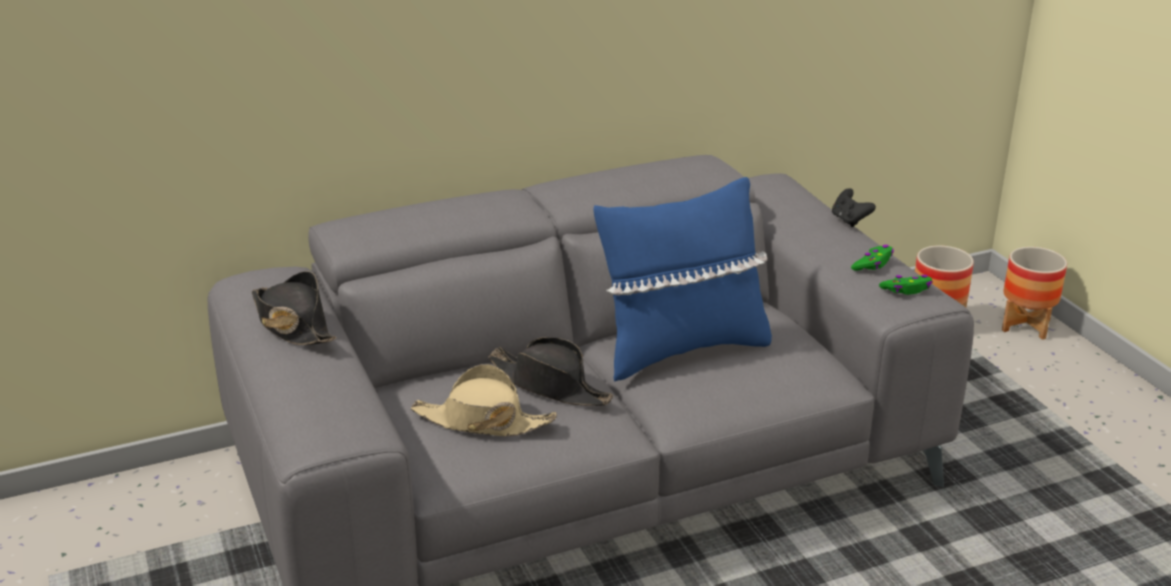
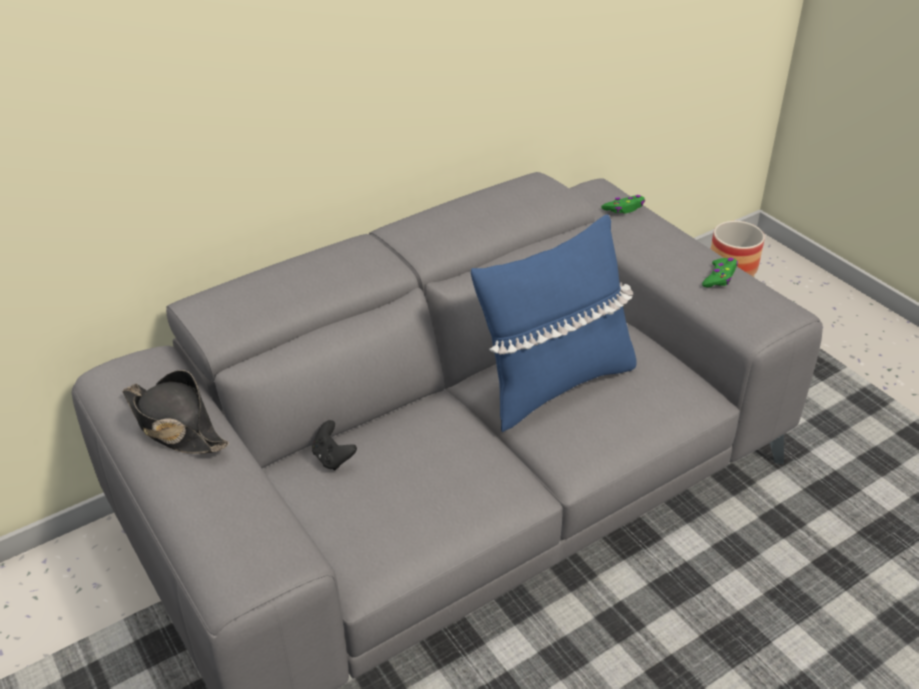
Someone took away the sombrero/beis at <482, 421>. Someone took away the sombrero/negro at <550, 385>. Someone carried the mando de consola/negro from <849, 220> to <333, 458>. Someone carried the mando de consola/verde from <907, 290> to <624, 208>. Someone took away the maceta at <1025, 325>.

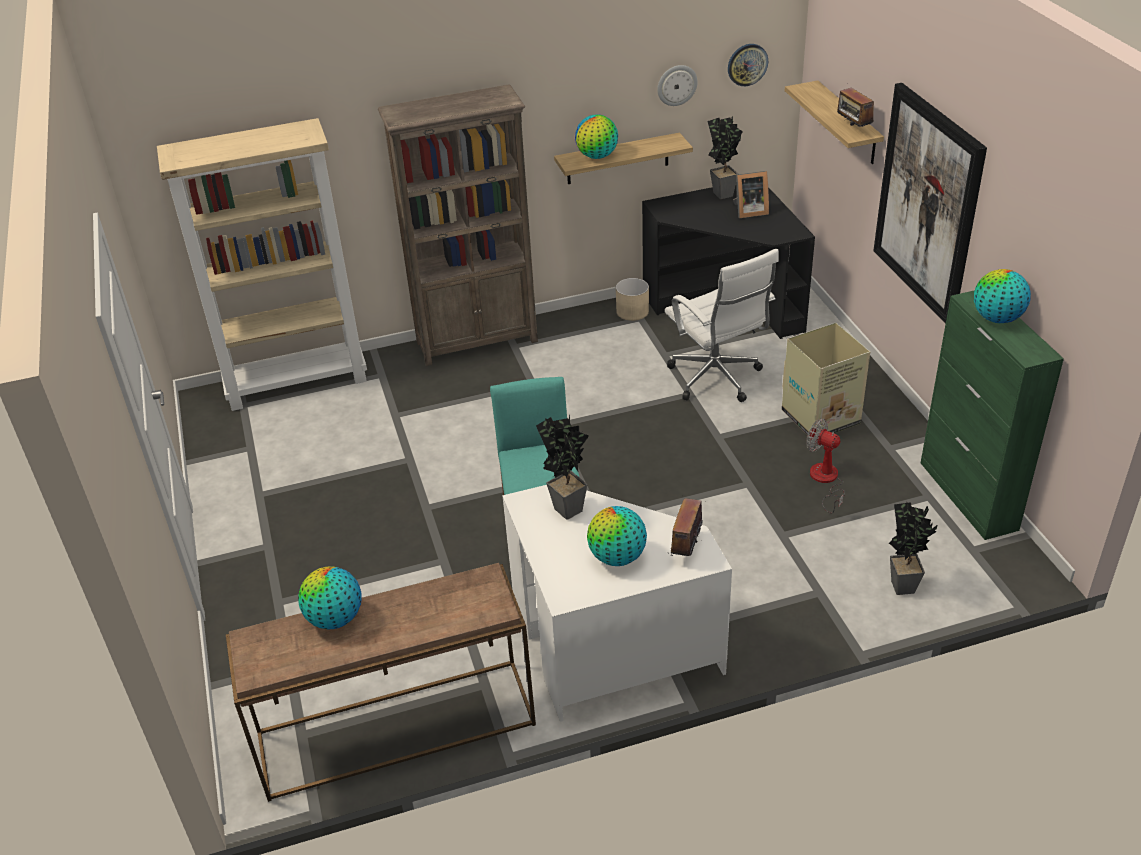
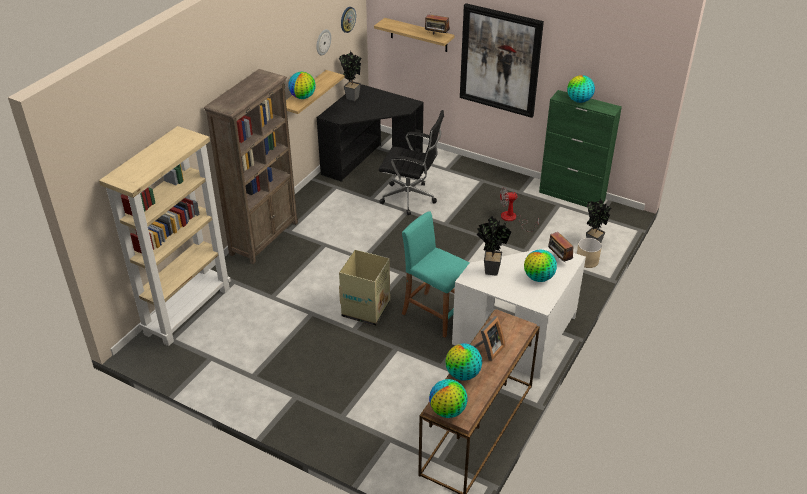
Someone carried the maceta/beis from <632, 312> to <587, 261>. Someone repainted the silla de oficina/blanco at <717, 380>, which became the silla de oficina/negro at <411, 198>. Someone carried the portarretratos from <749, 211> to <488, 350>. Someone carried the caja de cartón from <822, 417> to <366, 309>. Someone put down the globo terráqueo at <447, 411>.

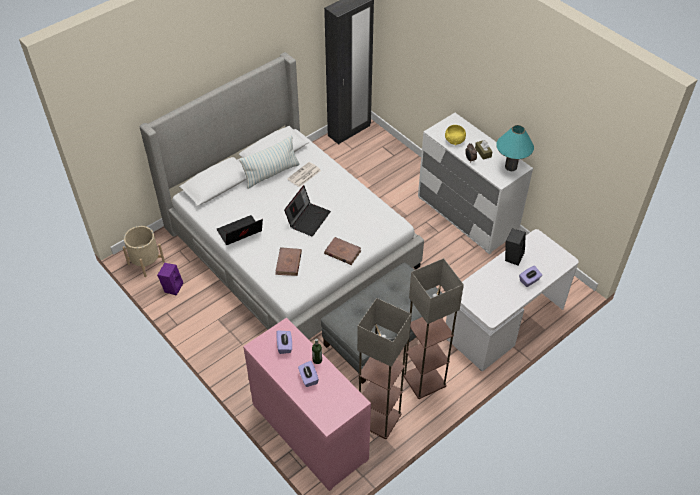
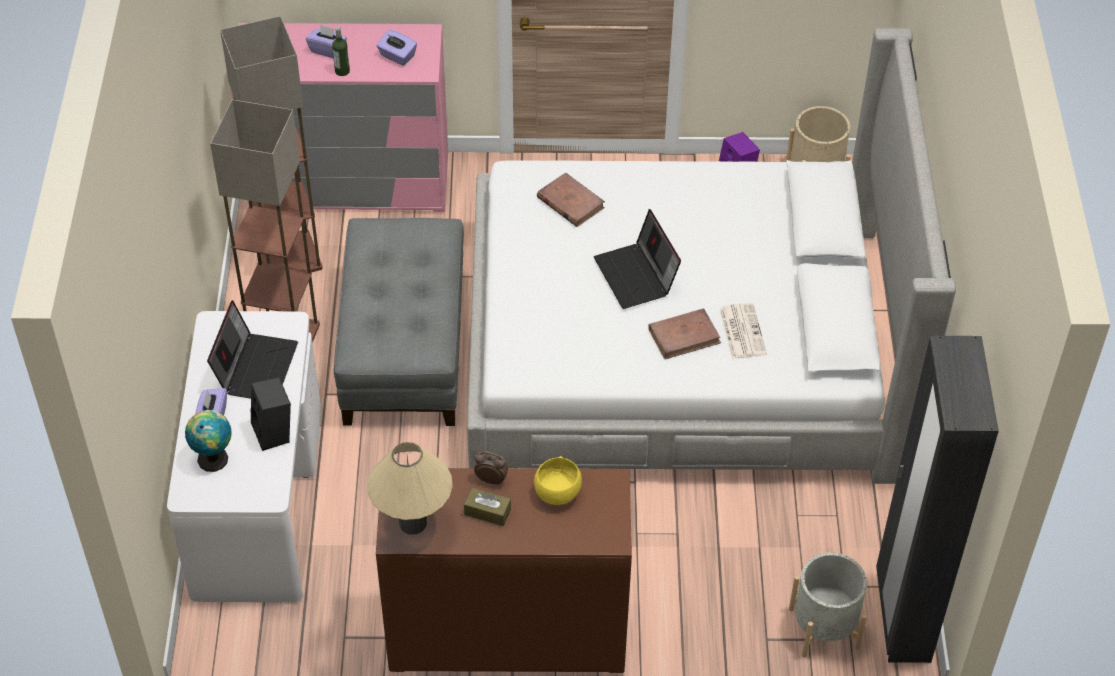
Someone carried the portátil from <240, 233> to <255, 367>. Someone took away the cojín at <271, 174>. Someone carried the libro/marrón from <342, 252> to <684, 336>. Someone repainted the cómoda/blanco at <467, 215>, which became the cómoda/marrón at <507, 632>. Someone repainted the lámpara de mesa/turquesa at <511, 167>, which became the lámpara de mesa/beis at <413, 523>. Someone put down the globo terráqueo at <213, 457>. Someone put down the maceta/gris at <823, 628>.

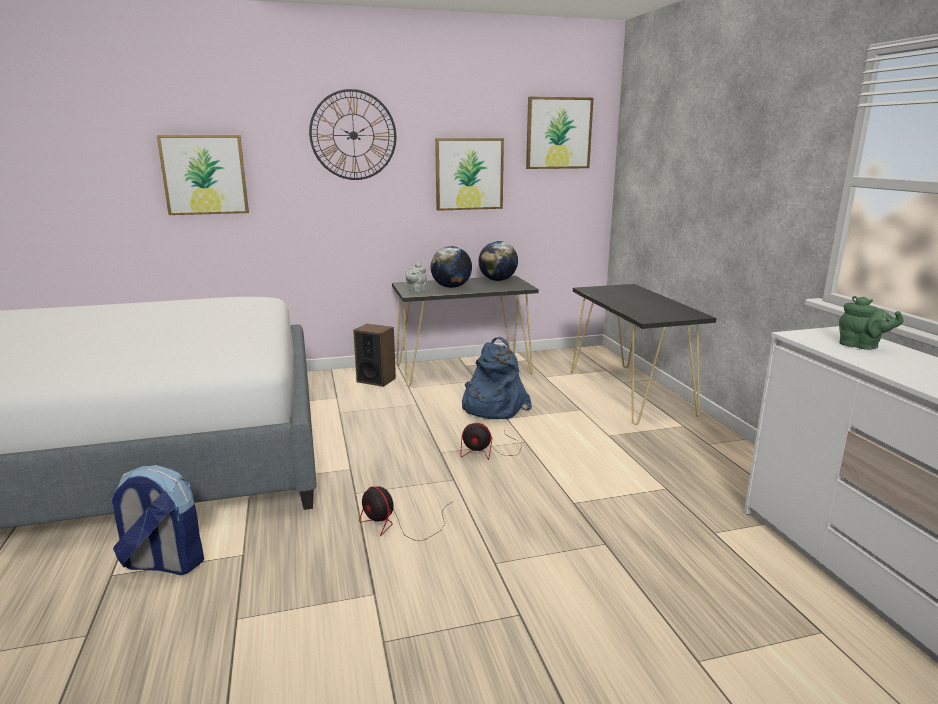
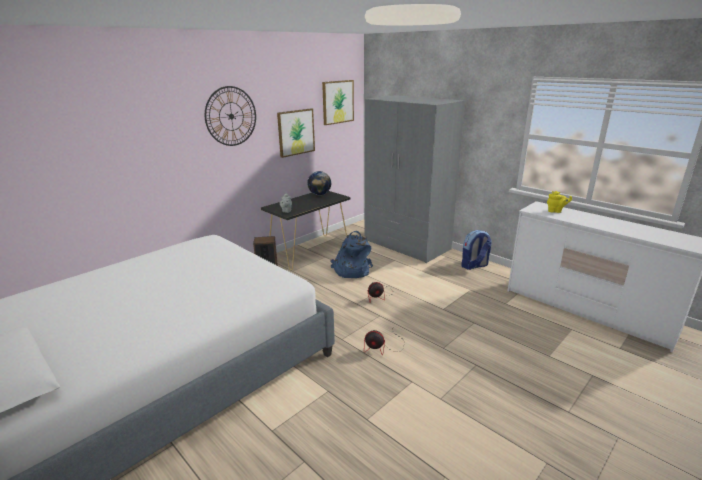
Someone carried the mochila from <163, 563> to <474, 266>. Someone took away the cuadro at <204, 175>. Someone took away the globo terráqueo at <451, 287>. Someone swapped the mesa consola/negro at <630, 393> for the armario ropero/gris at <406, 245>. Someone repainted the tetera/verde at <861, 346>, which became the tetera/amarillo at <556, 211>.

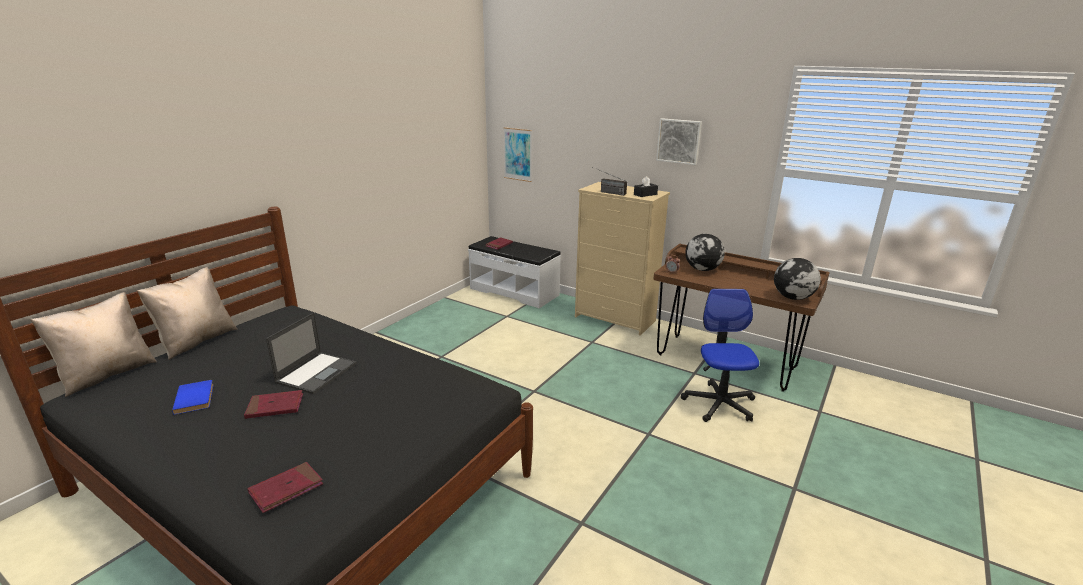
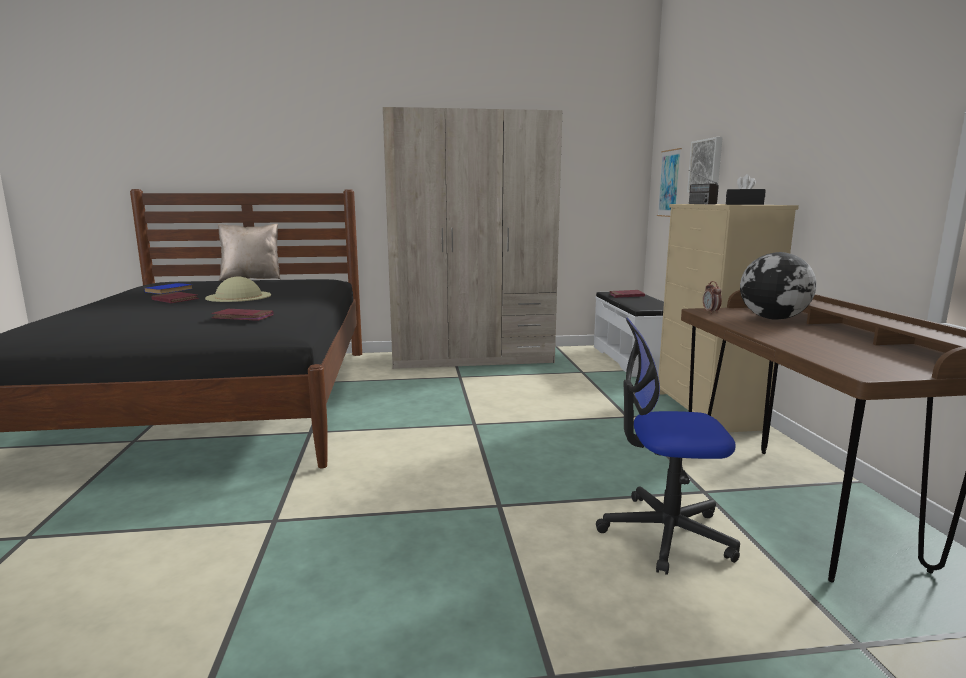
Someone took away the cojín/beis at <107, 374>. Someone carried the libro/rojo from <286, 489> to <243, 317>. Someone swapped the portátil at <317, 372> for the sombrero/beis at <238, 296>. Someone carried the cuadro from <679, 141> to <706, 166>. Someone rotated the silla de oficina at <719, 404> by 135 degrees counterclockwise. Someone took away the globo terráqueo at <792, 298>. Someone put down the armario ropero/beis at <472, 358>.

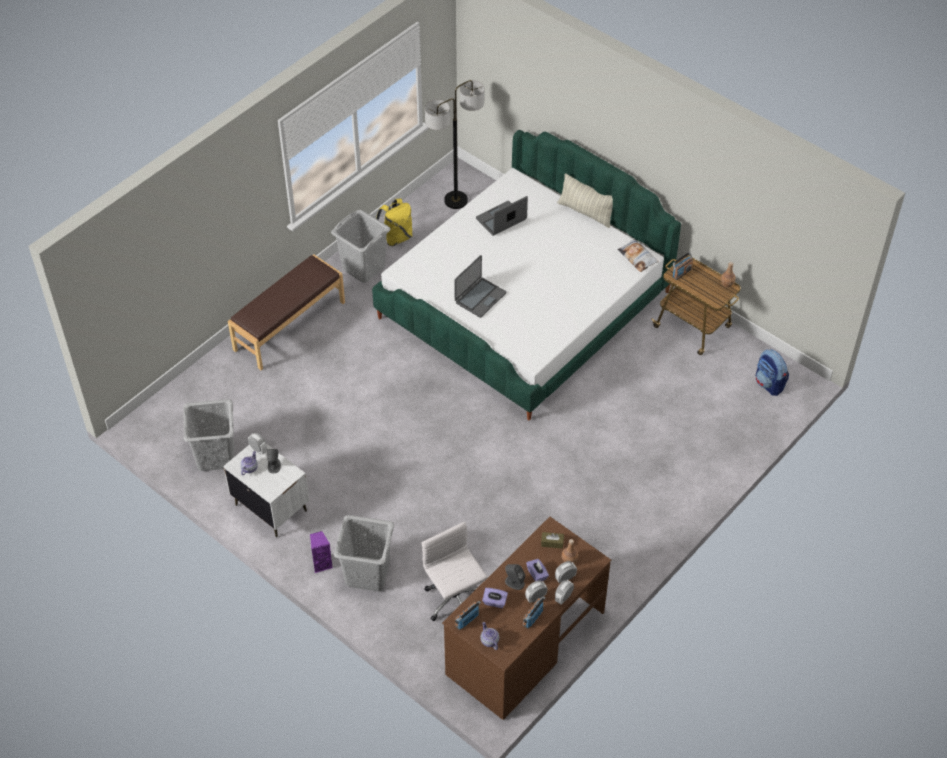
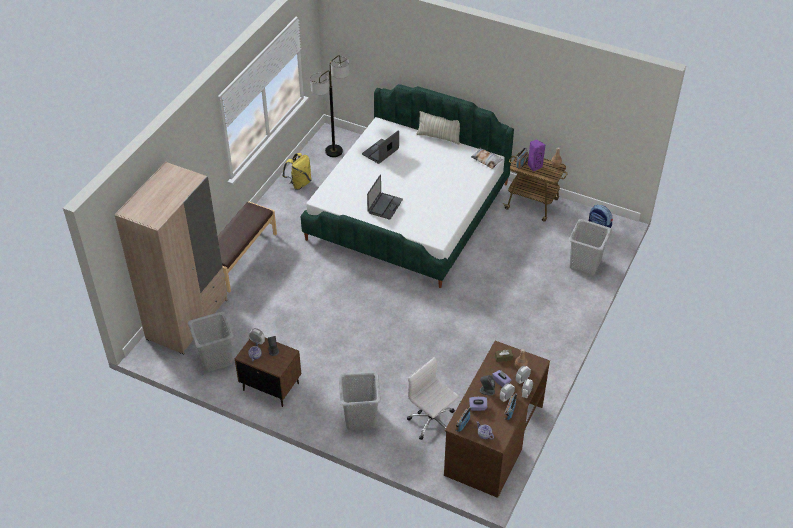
Someone repainted the mesita de noche/blanco at <271, 507>, which became the mesita de noche/marrón at <271, 386>. Someone carried the altavoz/morado from <322, 563> to <534, 166>. Someone carried the cesto de la ropa/gris from <363, 267> to <585, 264>. Someone put down the armario ropero/beis at <187, 319>.

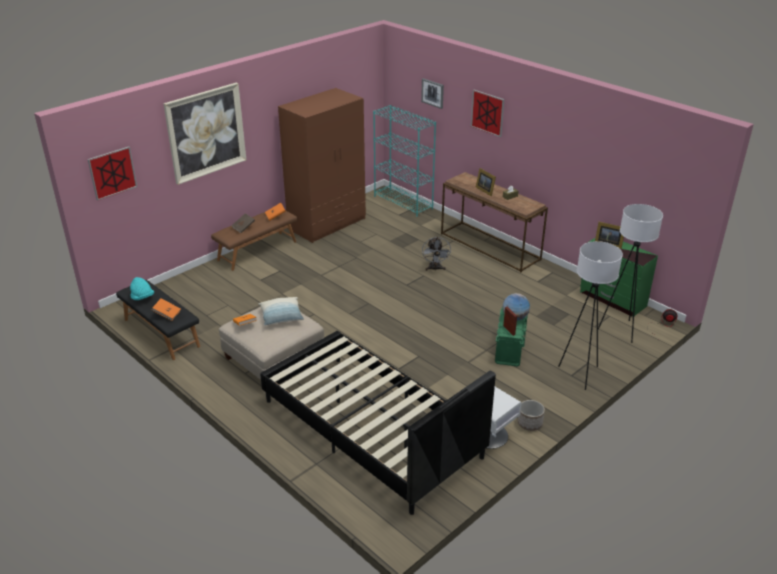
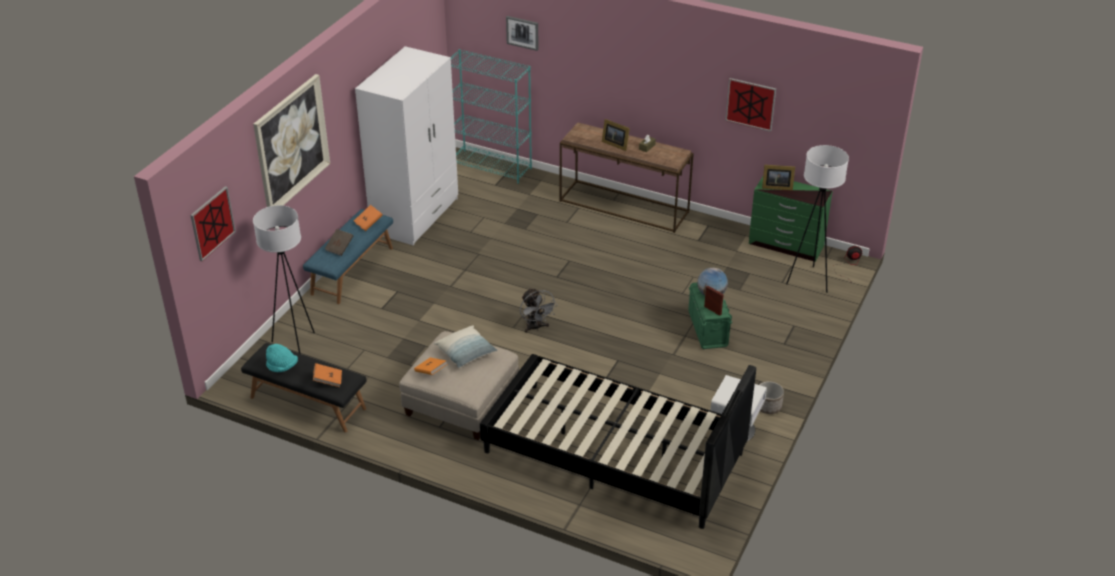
Someone repainted the banco/marrón at <257, 250>, which became the banco/azul at <352, 270>. Someone repainted the armario ropero/marrón at <327, 224>, which became the armario ropero/blanco at <416, 215>. Someone carried the ventilador/gris from <435, 269> to <536, 327>. Someone carried the cuadro from <487, 113> to <750, 104>. Someone carried the lámpara de pie/blanco from <580, 374> to <295, 345>.

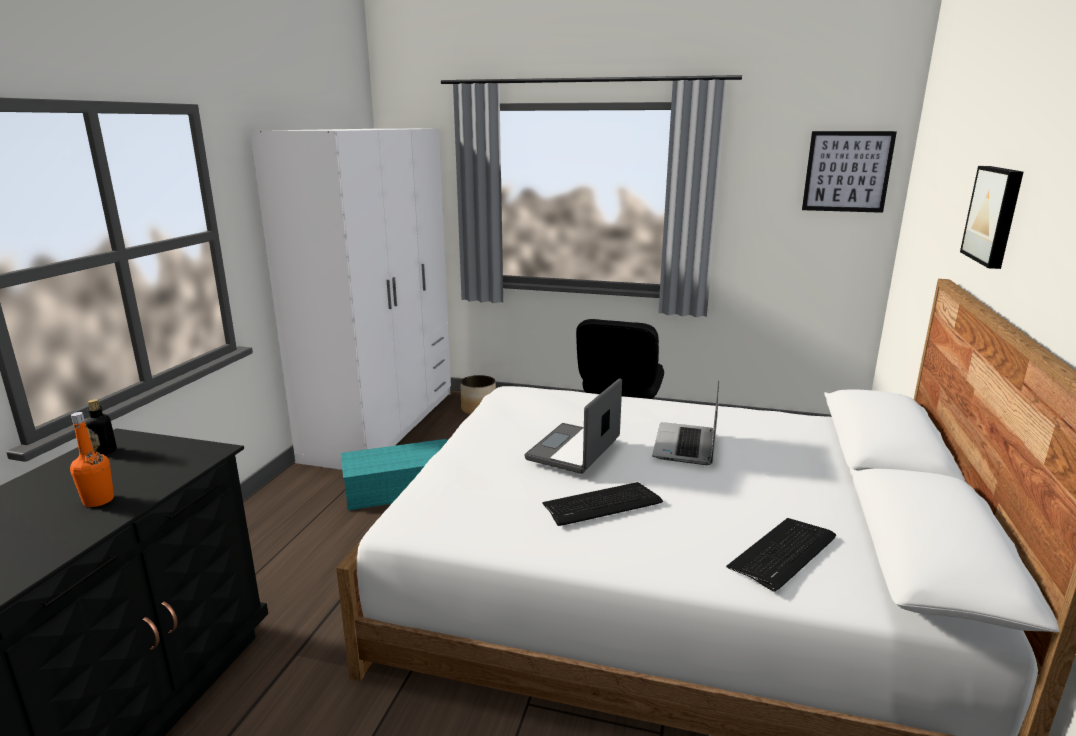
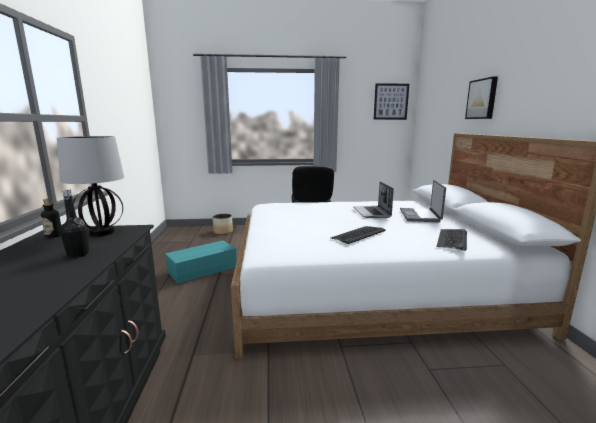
Someone repainted the botella/naranja at <98, 500>, which became the botella/negro at <78, 254>. Someone took away the armario ropero/blanco at <382, 424>. Someone carried the portátil from <575, 450> to <420, 216>. Someone put down the lámpara de mesa at <101, 233>.

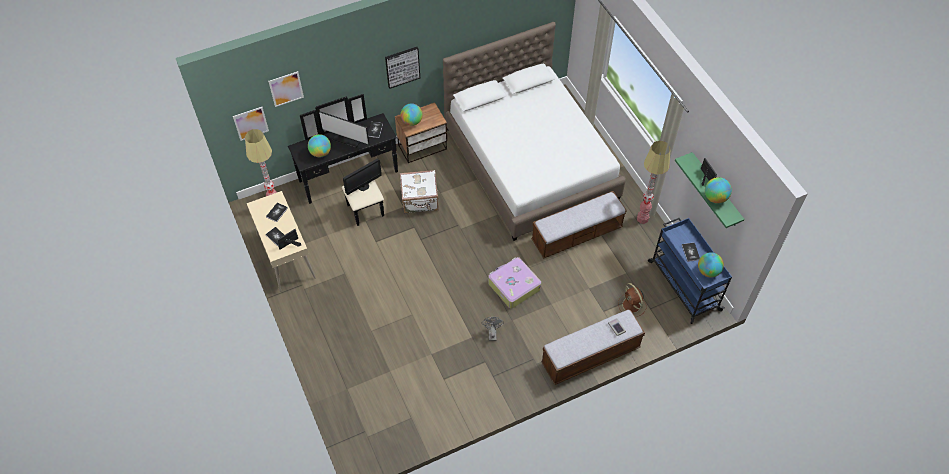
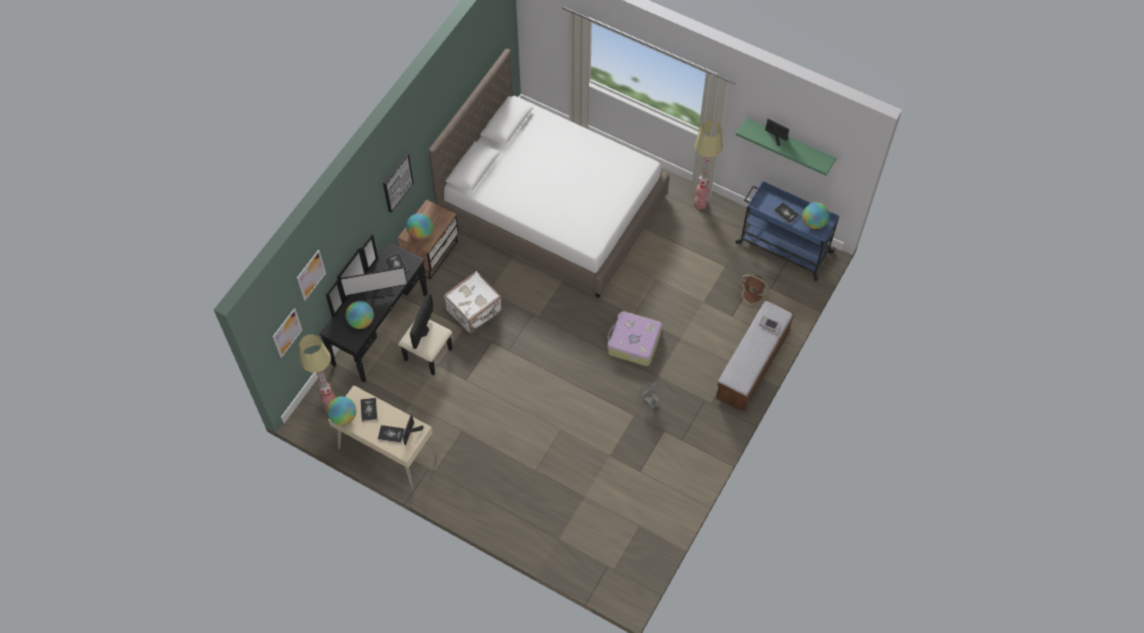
Someone took away the banco at <577, 234>. Someone carried the globo terráqueo from <715, 198> to <343, 416>.

